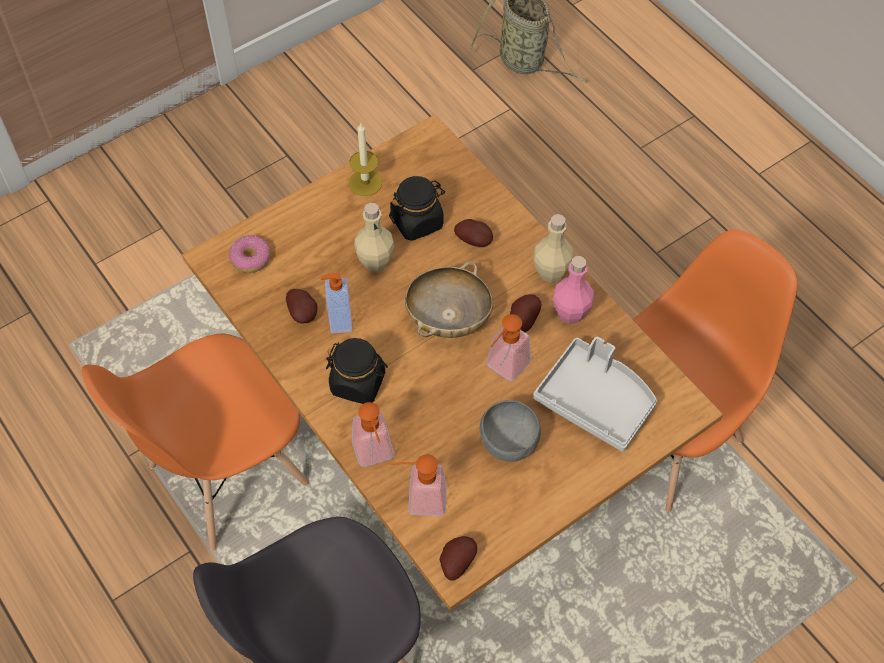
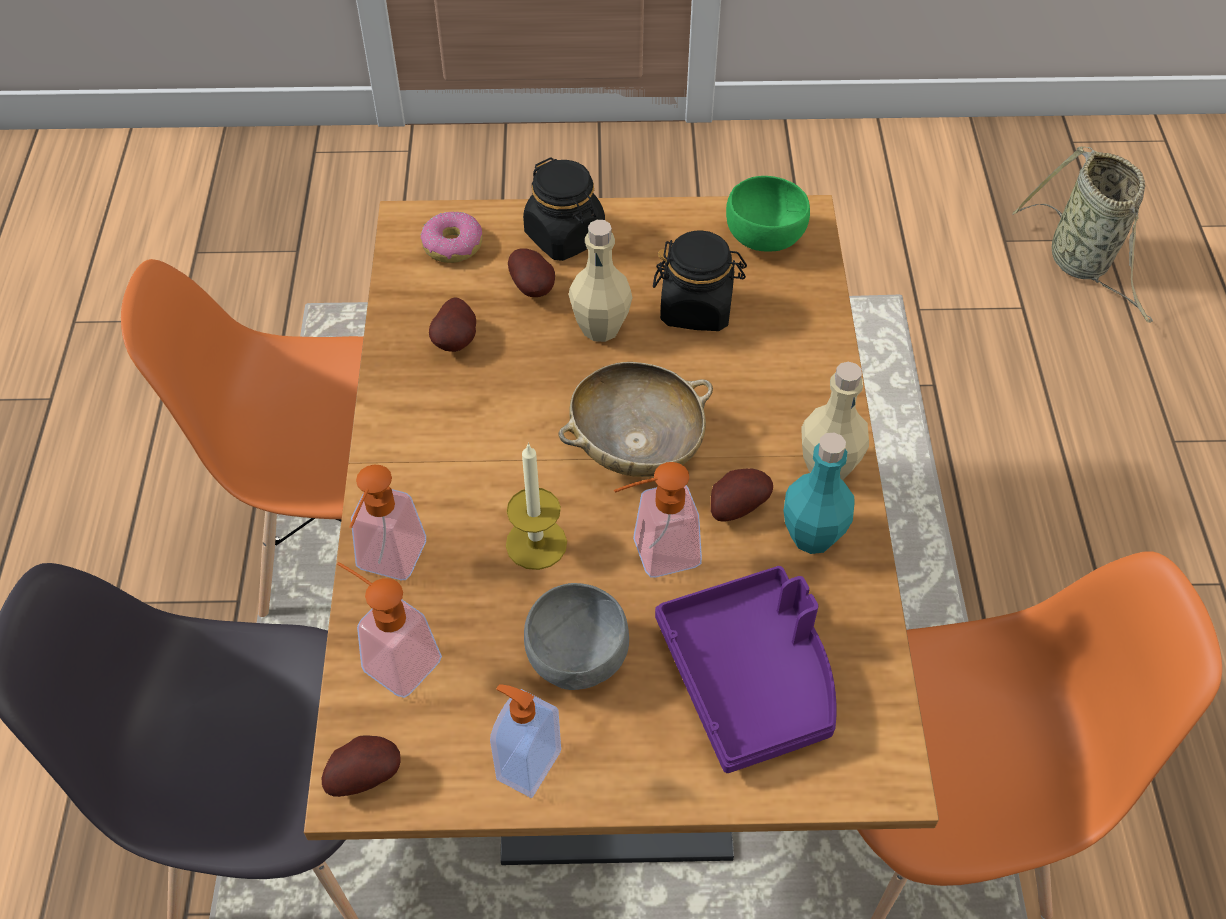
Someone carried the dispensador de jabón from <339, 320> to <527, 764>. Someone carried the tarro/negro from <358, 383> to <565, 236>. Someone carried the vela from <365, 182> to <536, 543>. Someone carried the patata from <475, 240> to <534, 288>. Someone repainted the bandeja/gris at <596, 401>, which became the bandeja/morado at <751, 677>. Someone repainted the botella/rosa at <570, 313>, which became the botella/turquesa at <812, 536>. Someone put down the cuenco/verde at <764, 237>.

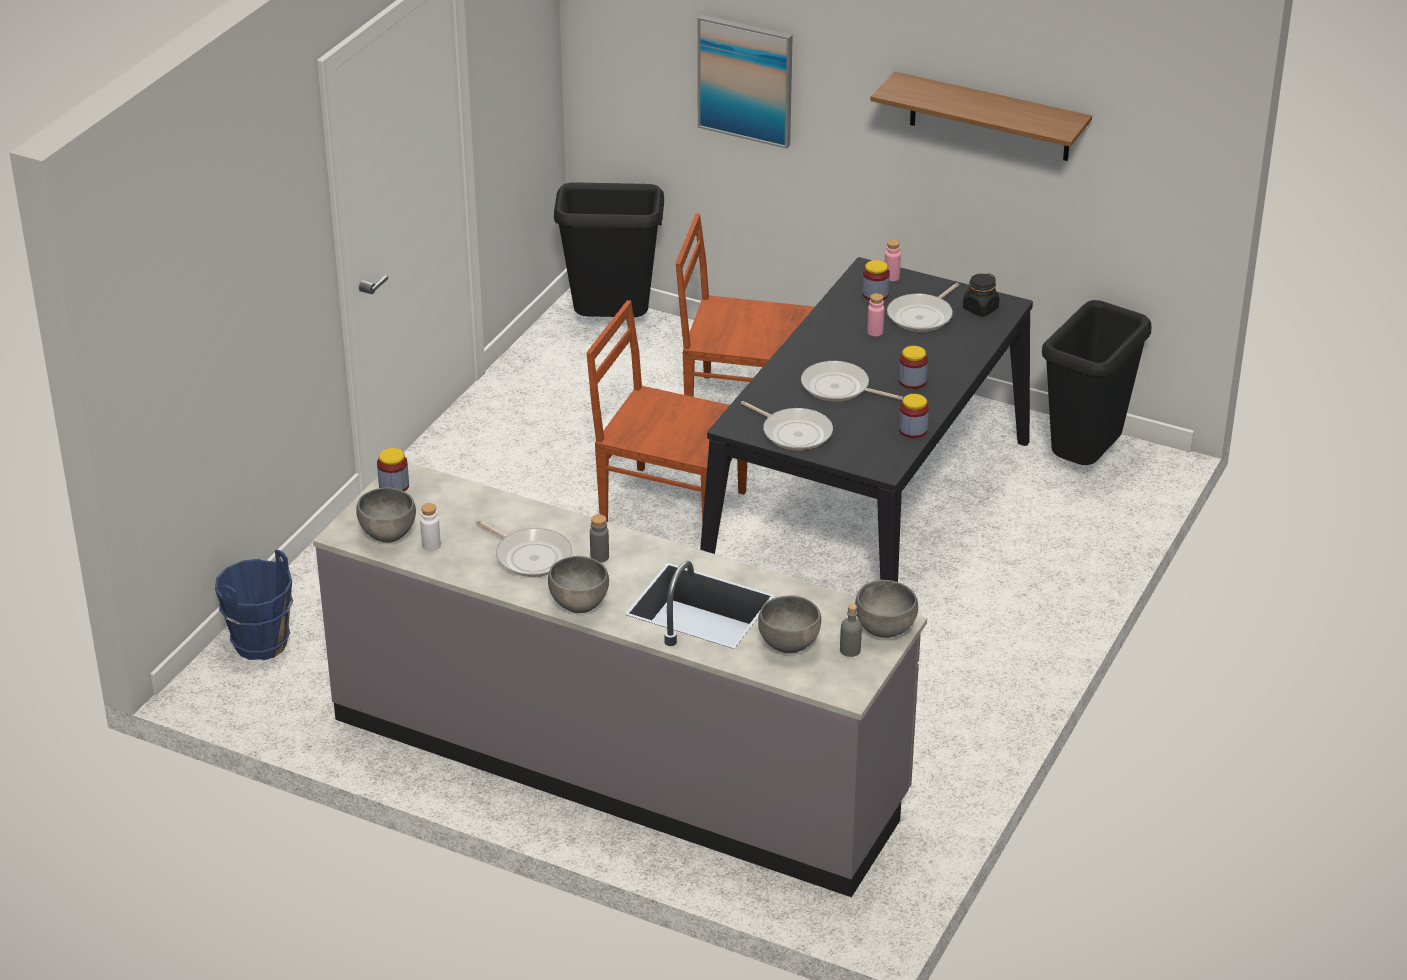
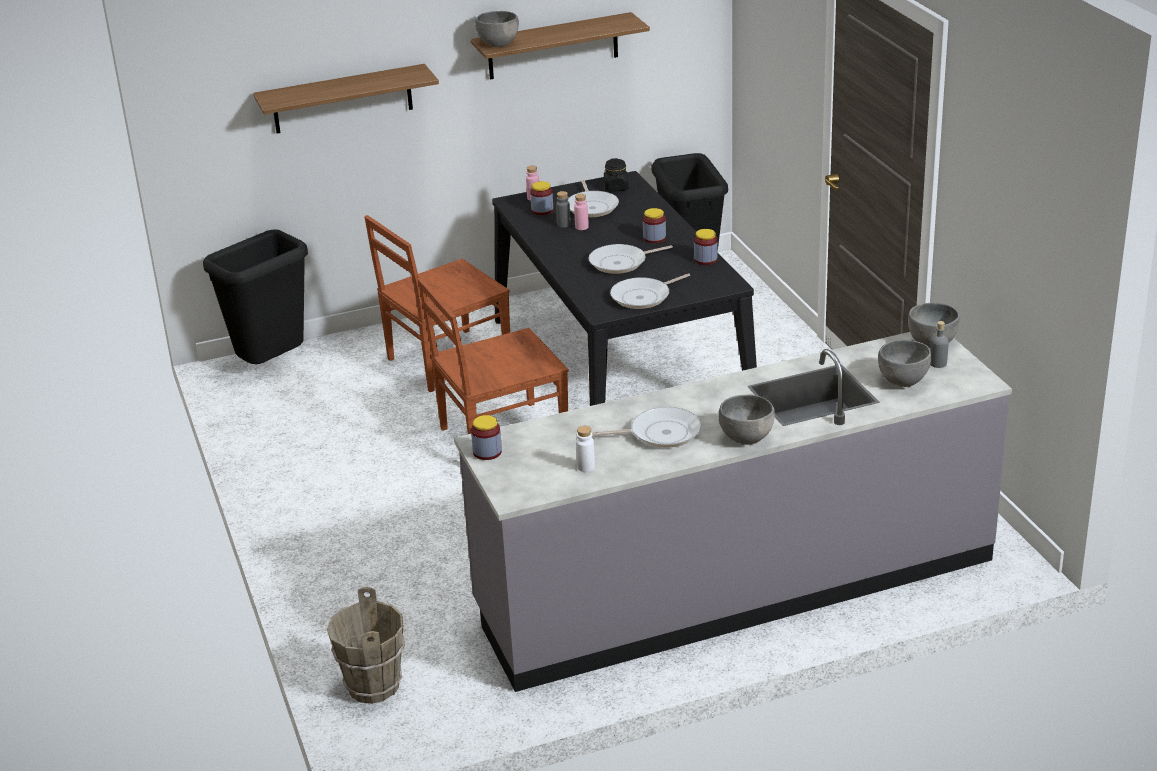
Someone repainted the cubo/azul at <260, 644>, which became the cubo/marrón at <372, 686>. Someone carried the cuenco/gris from <388, 534> to <499, 44>. Someone carried the botella/gris from <599, 557> to <563, 224>. Someone swapped the cuadro at <745, 80> for the estante at <342, 99>. Someone rotated the sartén at <794, 433> by 150 degrees clockwise.

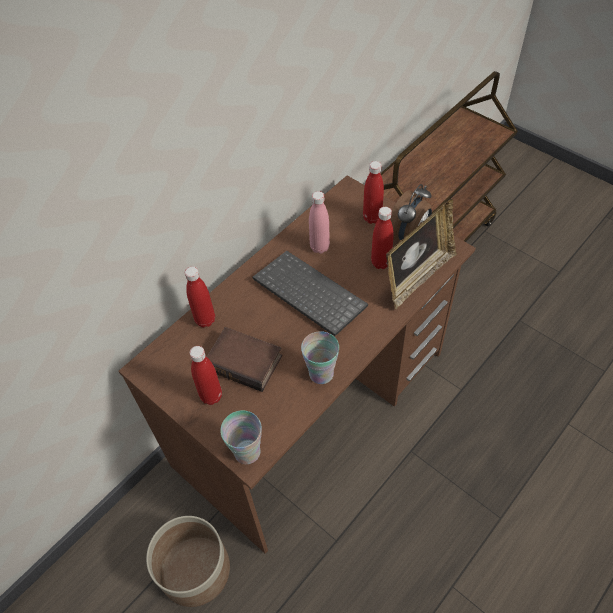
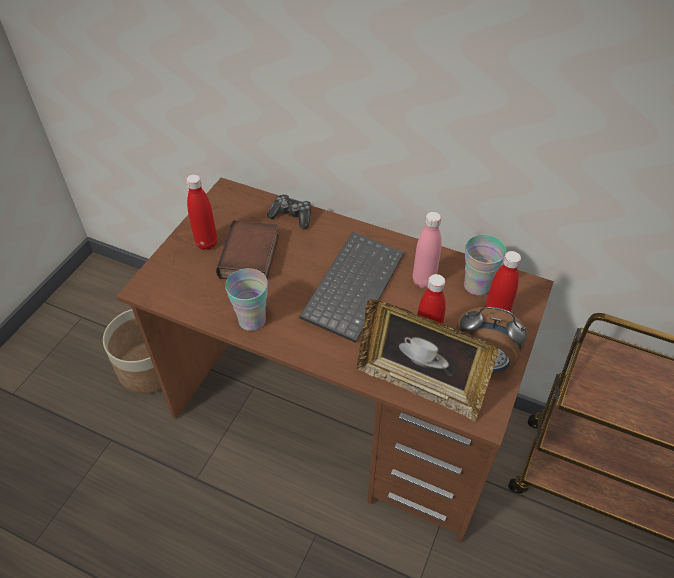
Someone swapped the botella/rojo at <205, 320> for the mando de consola at <292, 216>. Someone carried the taza from <247, 452> to <476, 286>.

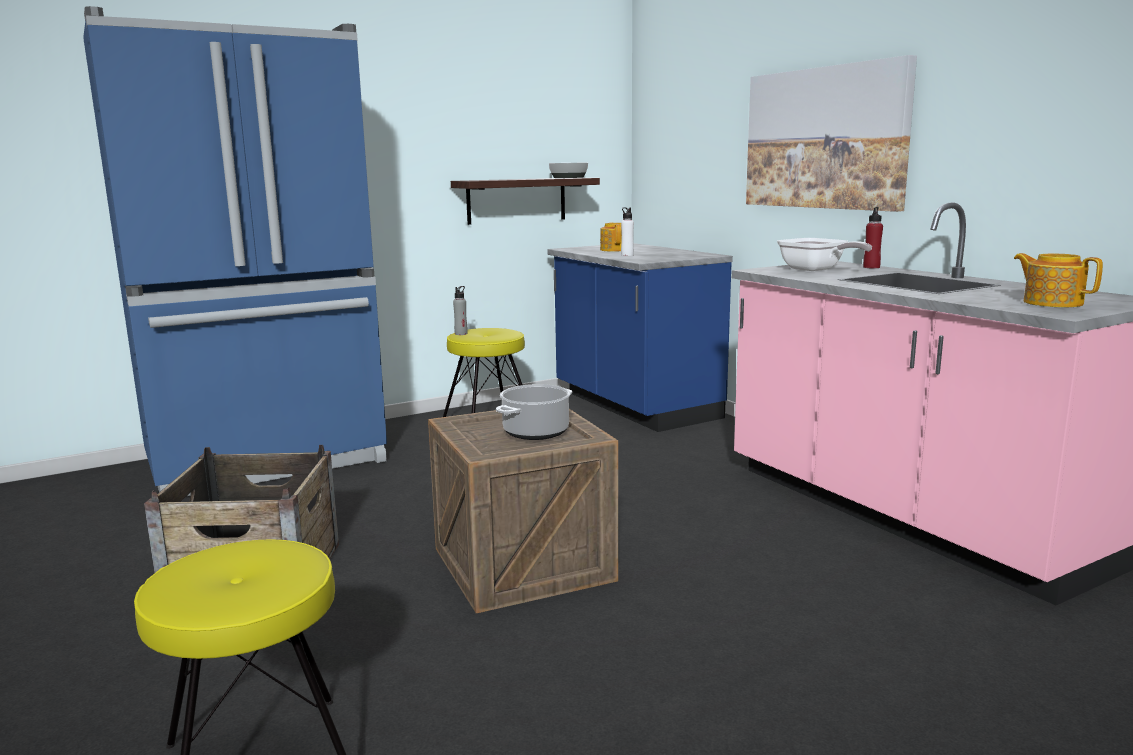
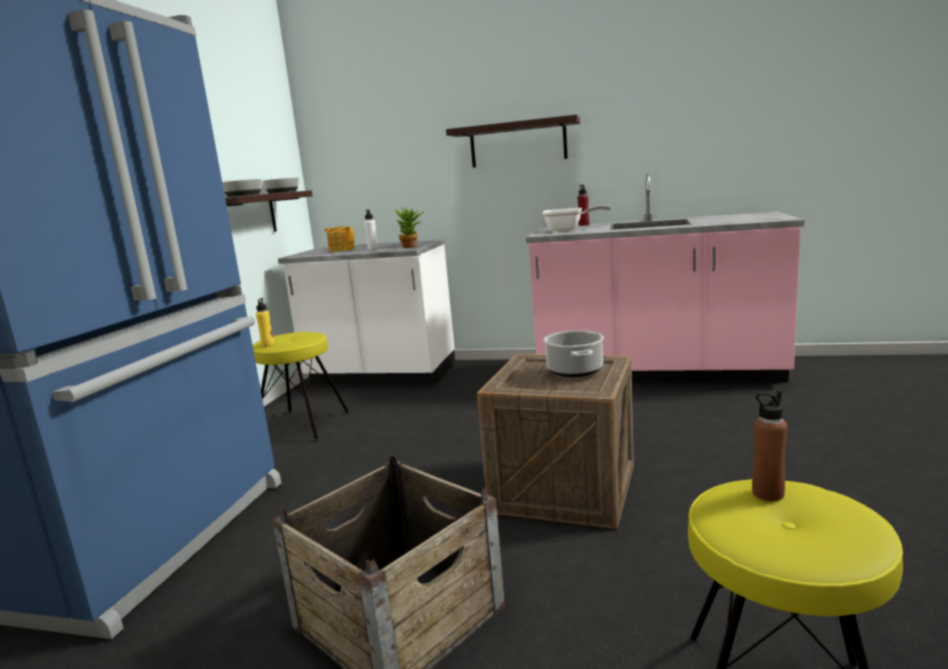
Someone repainted the botella/gris at <461, 333>, which became the botella/amarillo at <268, 345>. Someone repainted the mueble bajo de cocina/azul at <634, 406>, which became the mueble bajo de cocina/blanco at <381, 375>. Someone swapped the cuadro at <825, 138> for the estante at <518, 144>. Someone took away the tetera at <1052, 303>. Someone put down the cuenco at <244, 195>. Someone put down the planta en maceta at <412, 246>. Someone put down the botella/marrón at <767, 493>.

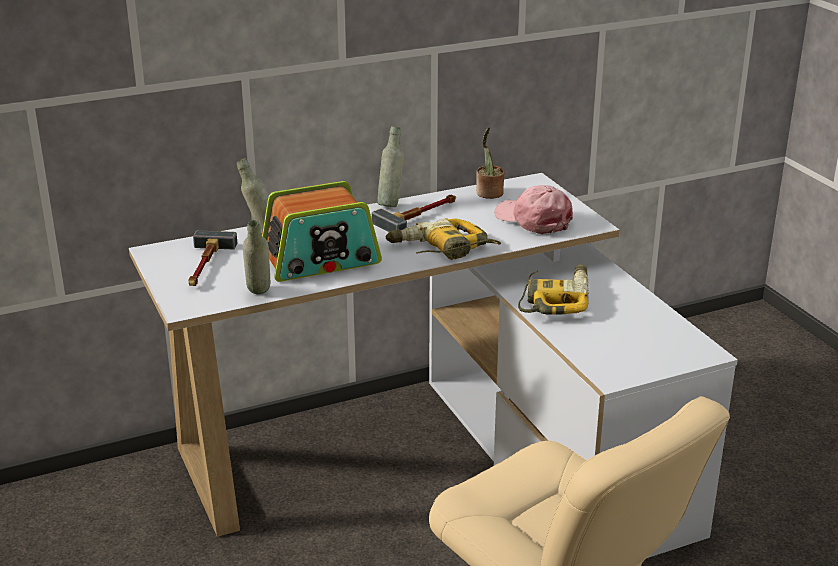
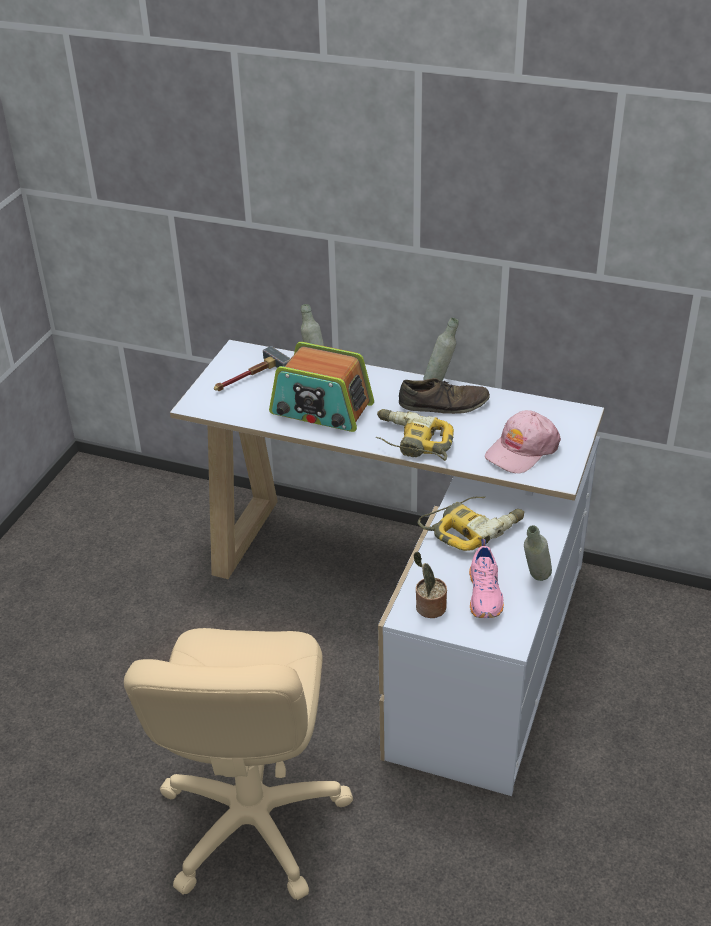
Someone carried the botella/gris from <259, 296> to <535, 581>. Someone swapped the martillo at <420, 216> for the zapato/marrón at <444, 404>. Someone carried the planta en maceta from <489, 194> to <428, 608>. Someone rotated the gorra/rosa at <533, 219> by 135 degrees counterclockwise. Someone put down the zapato/rosa at <485, 595>.

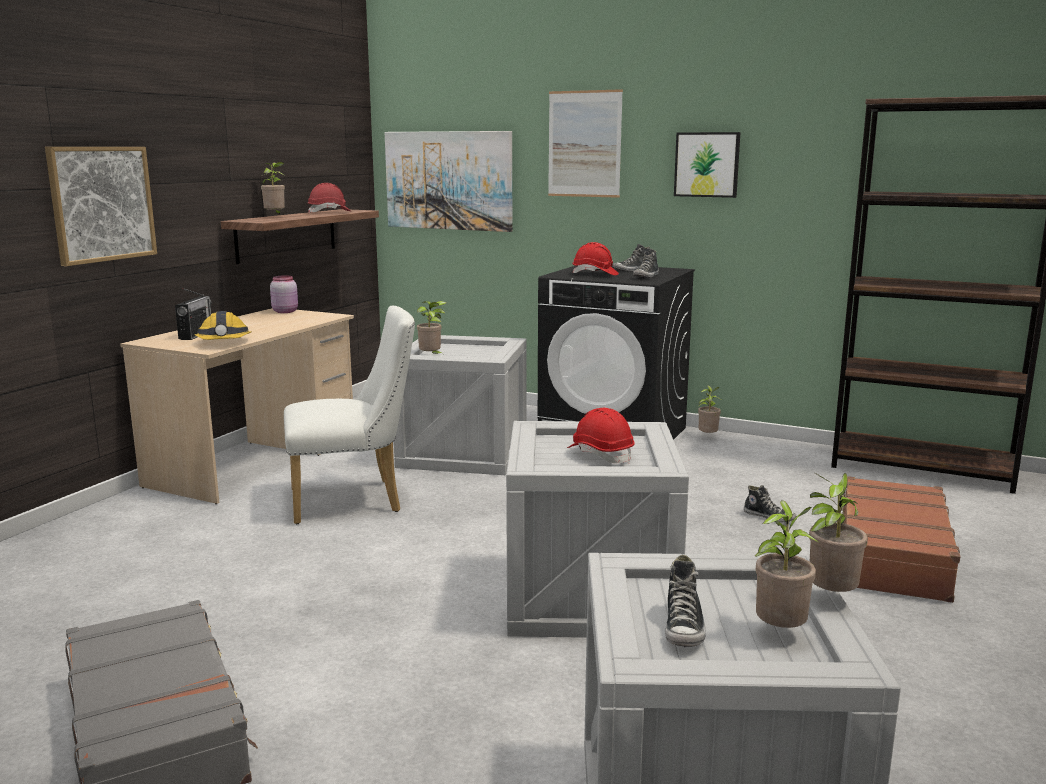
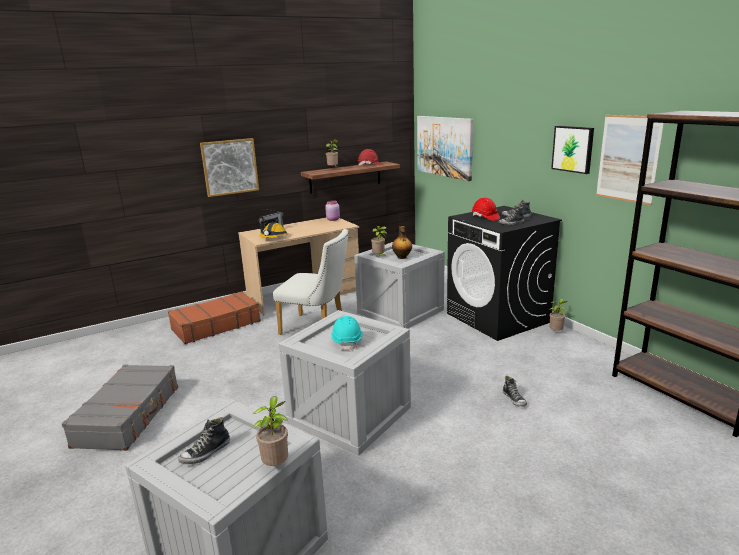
Someone carried the cuadro from <584, 144> to <628, 158>. Someone repainted the casco/rojo at <600, 454>, which became the casco/turquesa at <347, 341>. Someone took away the planta en maceta at <779, 632>. Someone carried the maleta/marrón from <890, 555> to <215, 325>. Someone put down the botella at <402, 257>.

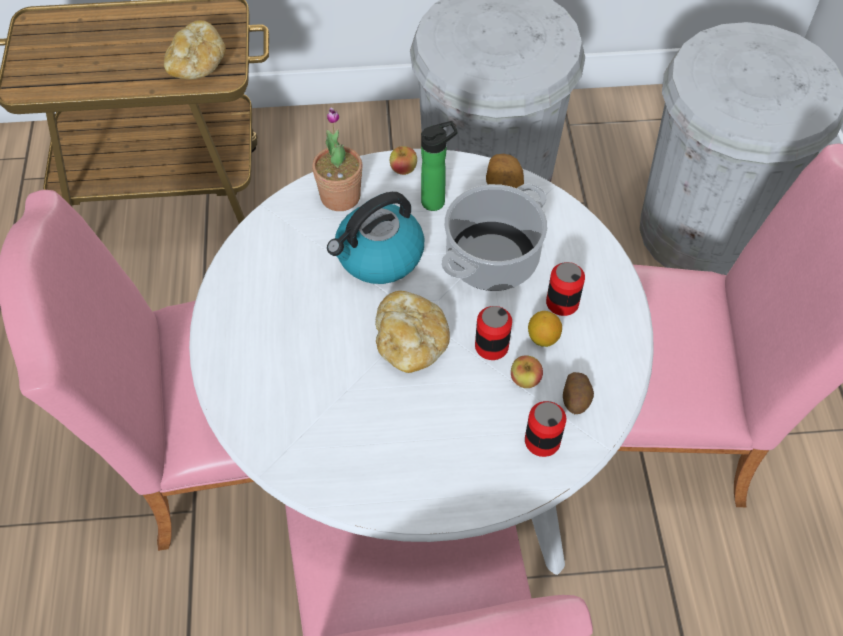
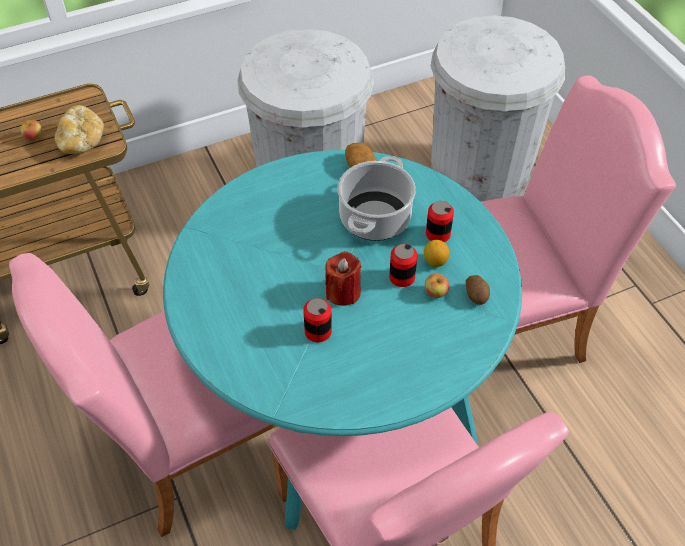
Someone repainted the mesa de comedor/blanco at <421, 462>, which became the mesa de comedor/turquesa at <342, 403>. Someone took away the planta en maceta at <340, 196>. Someone took away the hervidor at <378, 256>. Someone swapped the pan at <411, 343> for the vela/rojo at <343, 292>. Someone carried the manzana from <403, 169> to <34, 137>. Someone took away the botella at <436, 201>. Someone carried the lata from <542, 441> to <318, 332>.

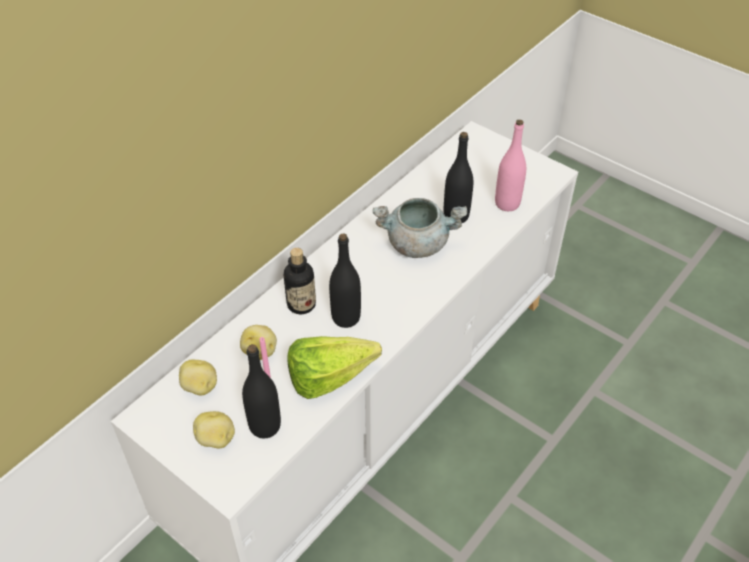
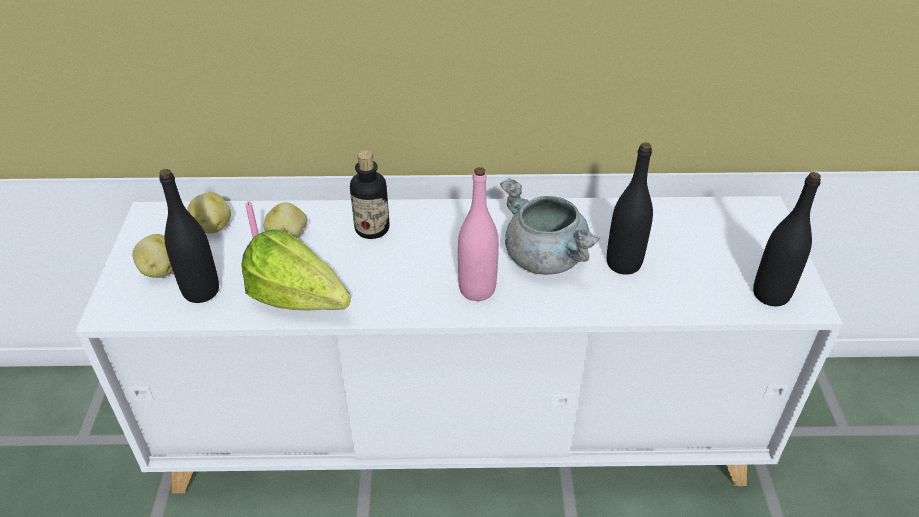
Someone carried the botella/negro from <346, 318> to <771, 294>. Someone carried the botella/rosa from <507, 203> to <477, 289>.

